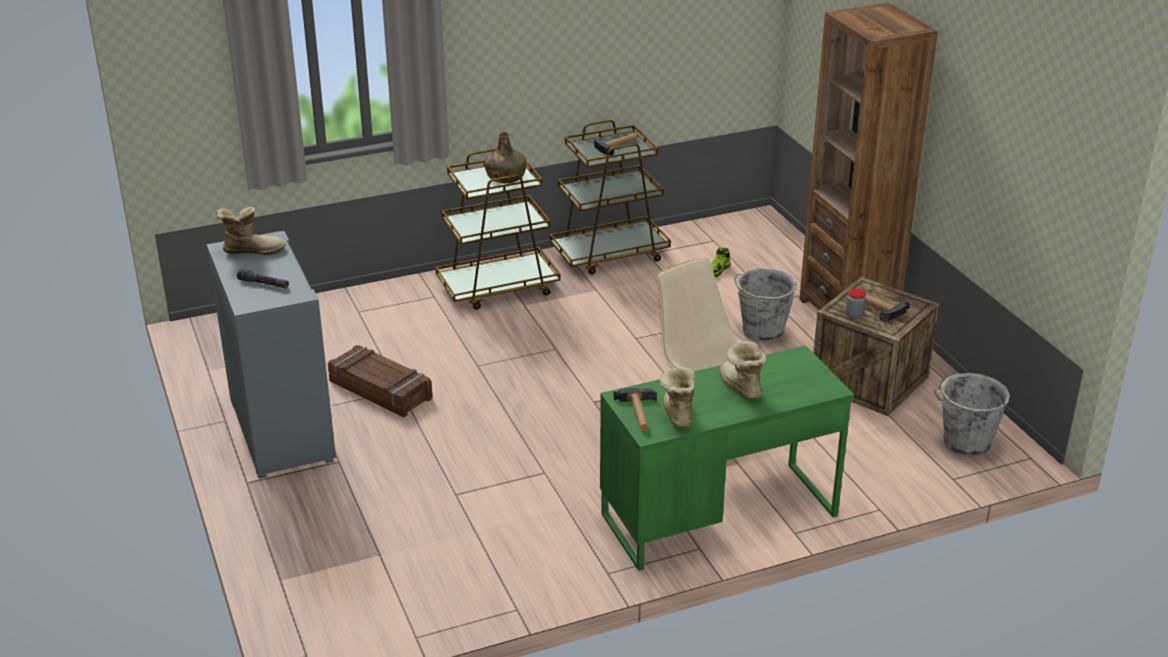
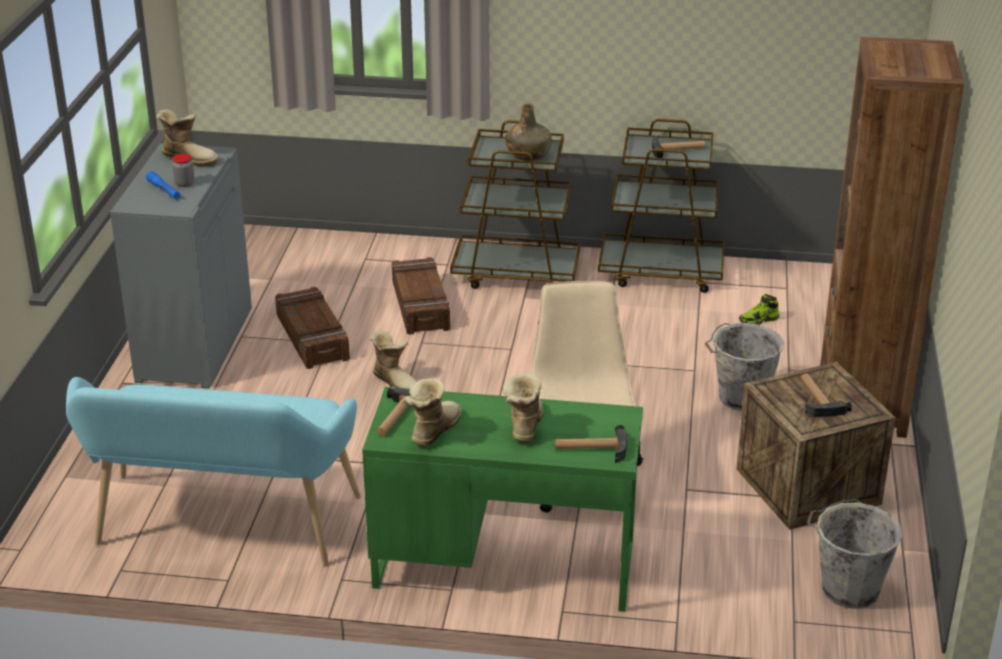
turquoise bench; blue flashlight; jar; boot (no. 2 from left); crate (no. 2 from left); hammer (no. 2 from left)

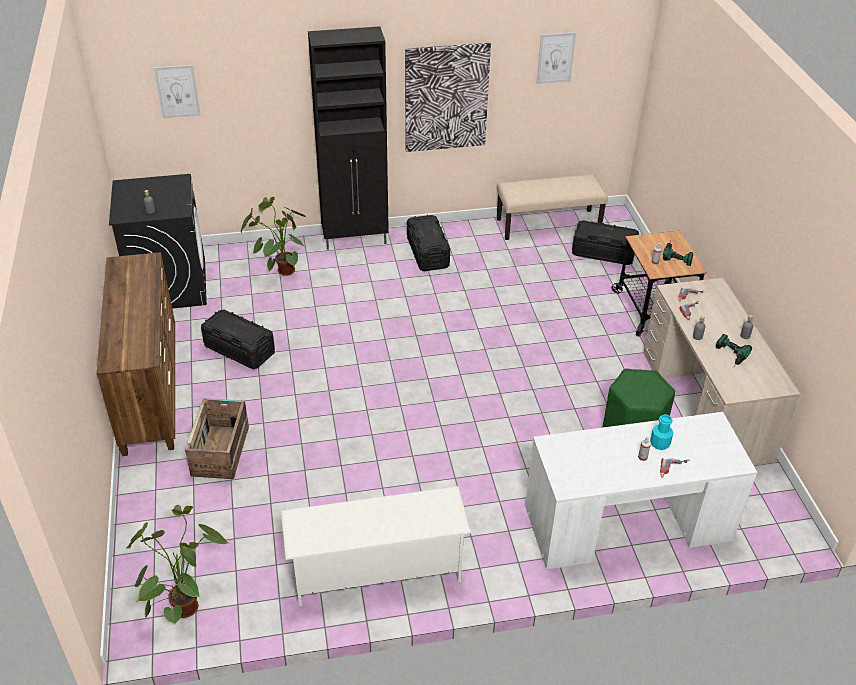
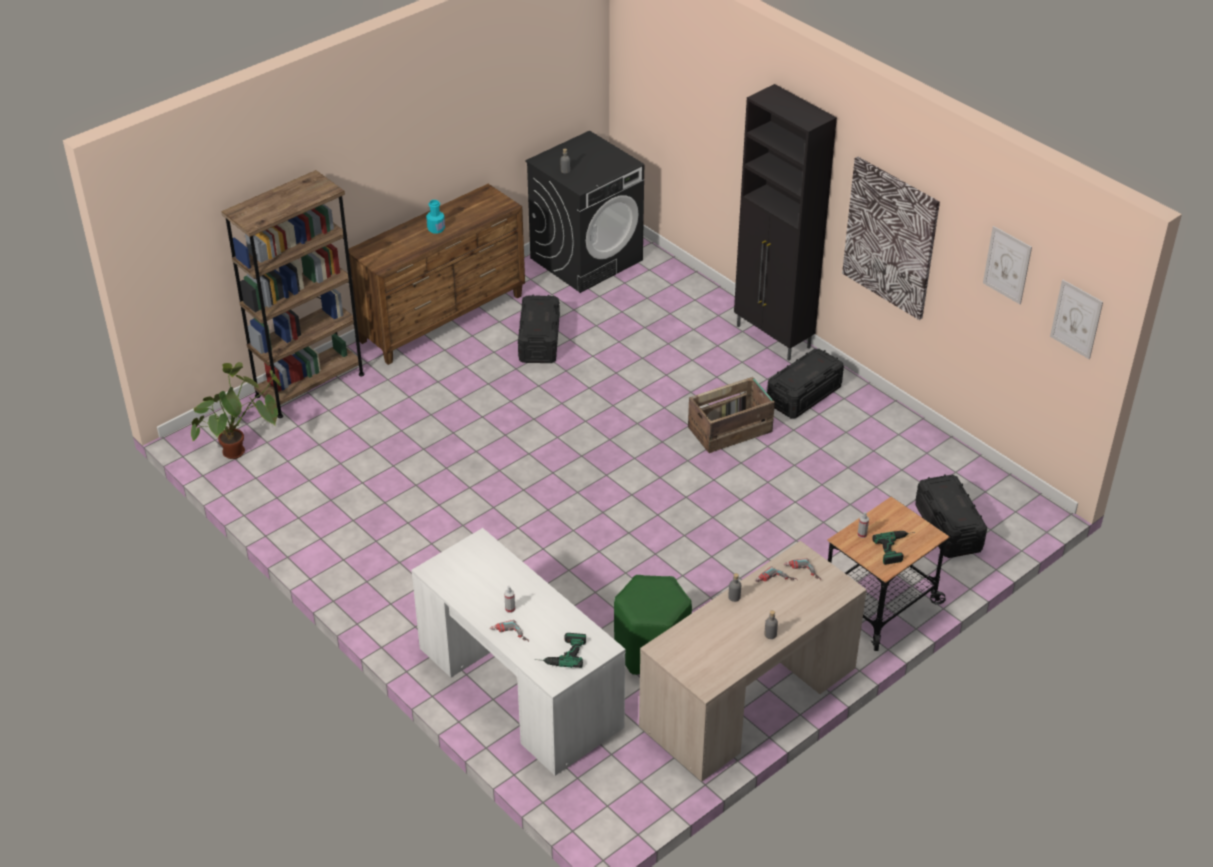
brown bookcase; turquoise bottle; power drill (no. 2 from left); crate; picture (no. 3 from left); potted plant (no. 2 from left in the first image); white shoe rack; beige bench

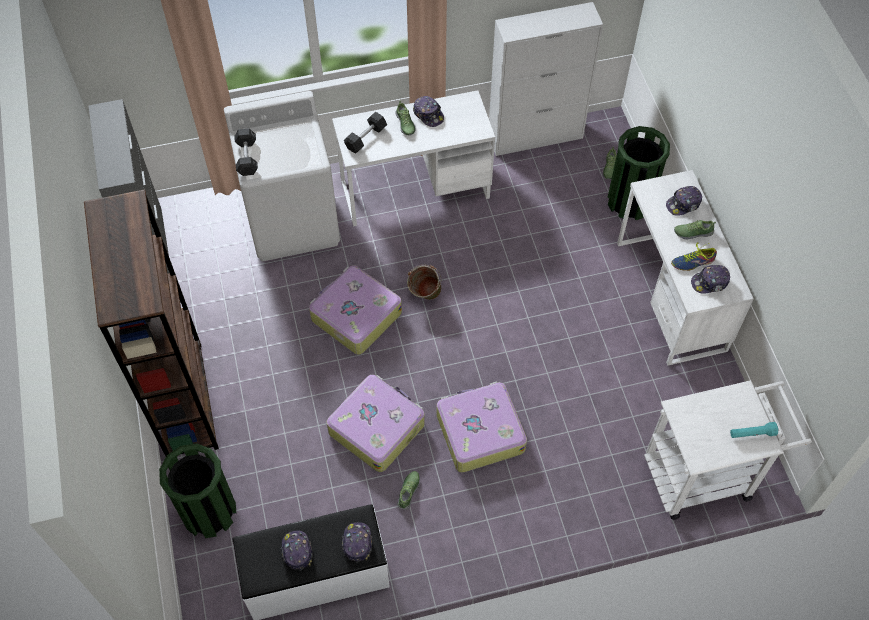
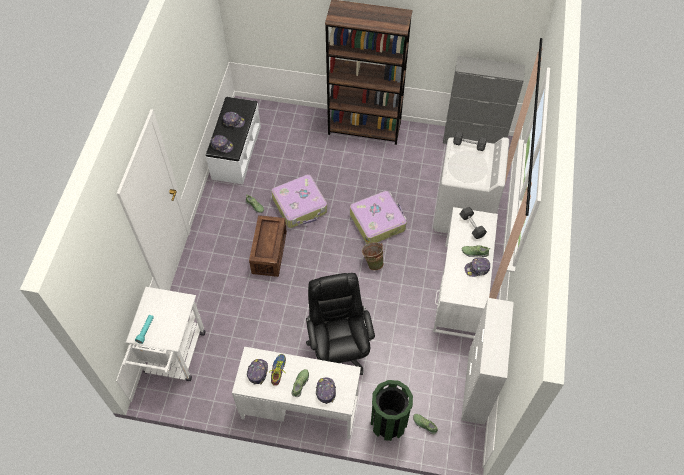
crate; black office chair; green trash can (no. 1 from left in the first image)

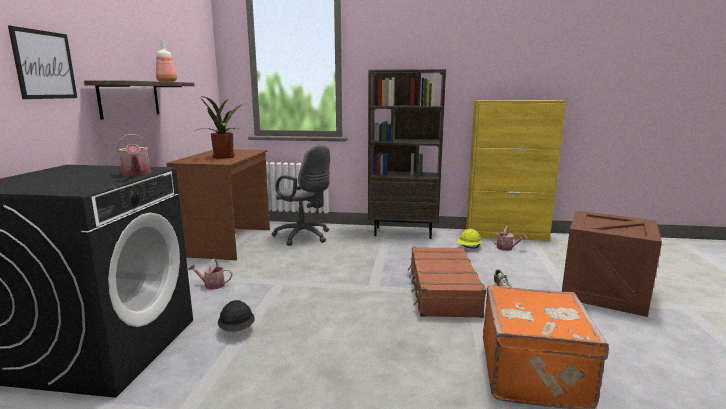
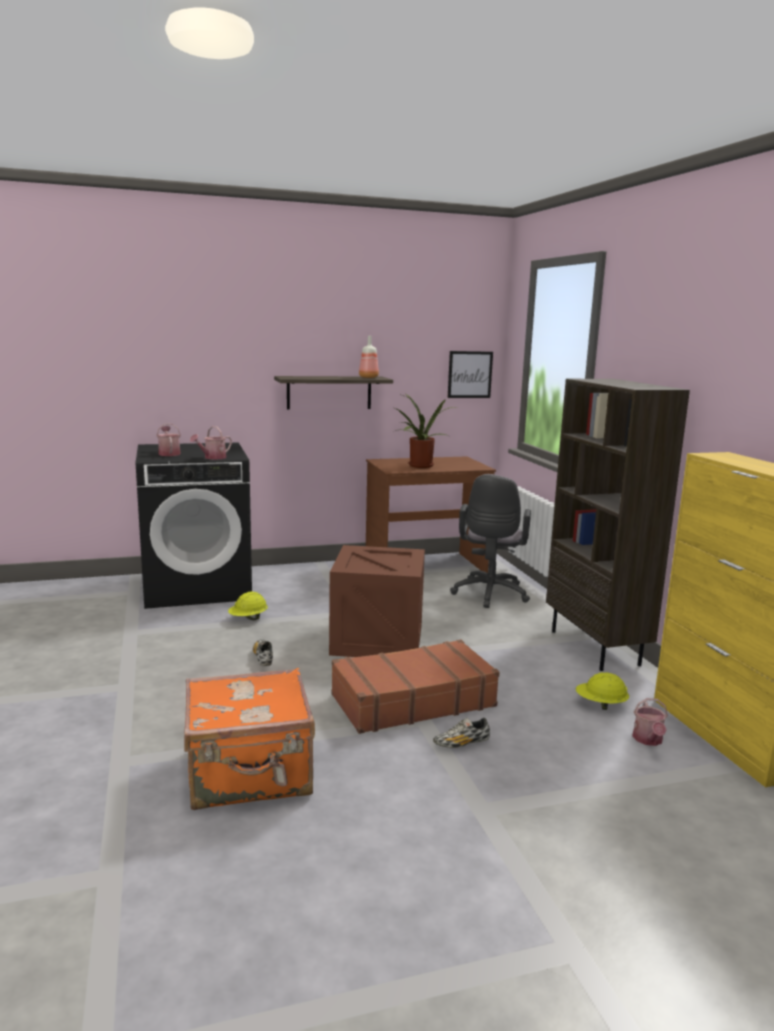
watering can (no. 1 from left); yellow hard hat (no. 1 from left); shoe (no. 1 from left); crate; picture

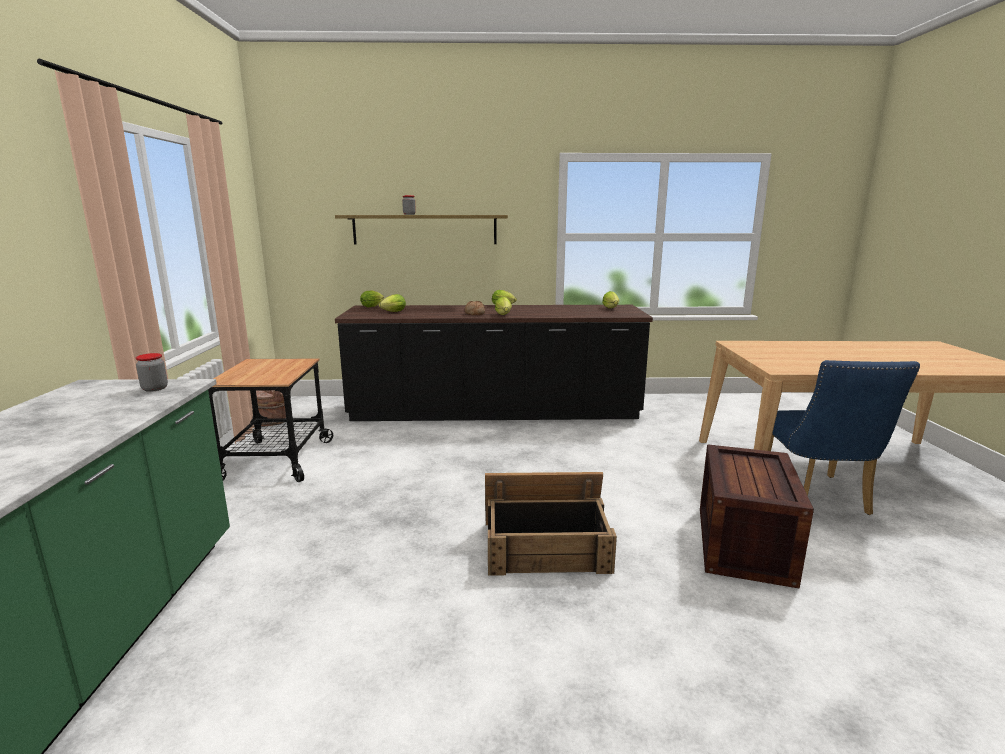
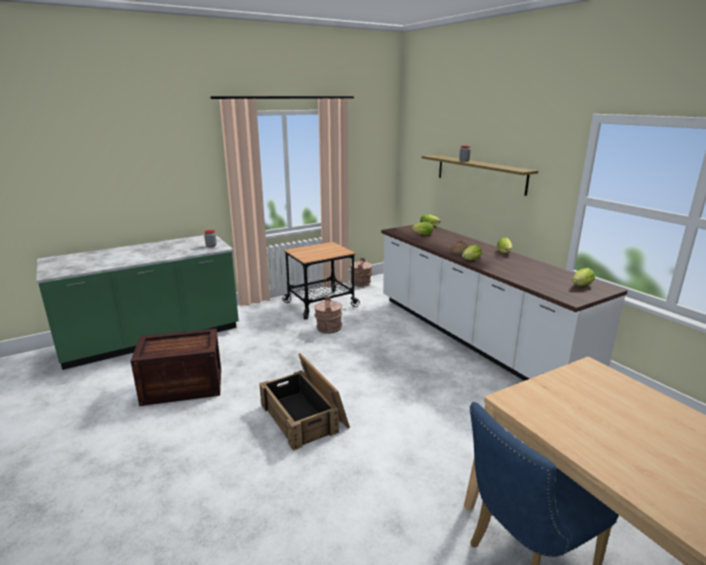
crate (no. 1 from left); brown bucket (no. 1 from left); white counter

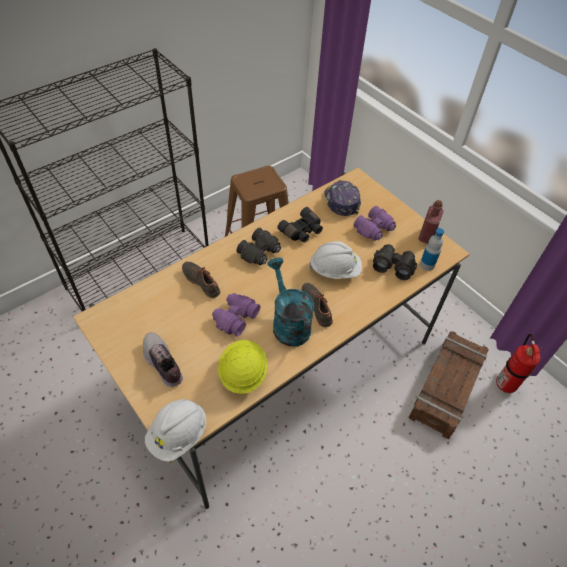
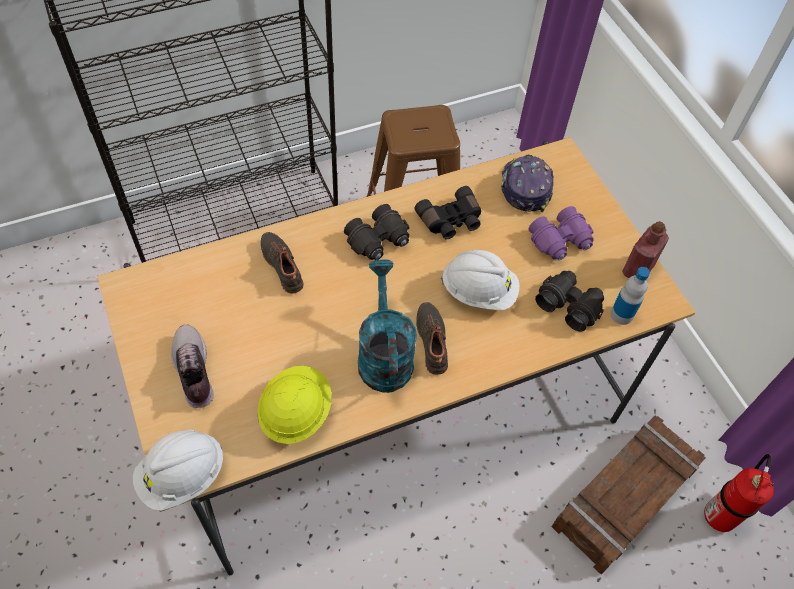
purple binoculars (no. 1 from left in the first image)

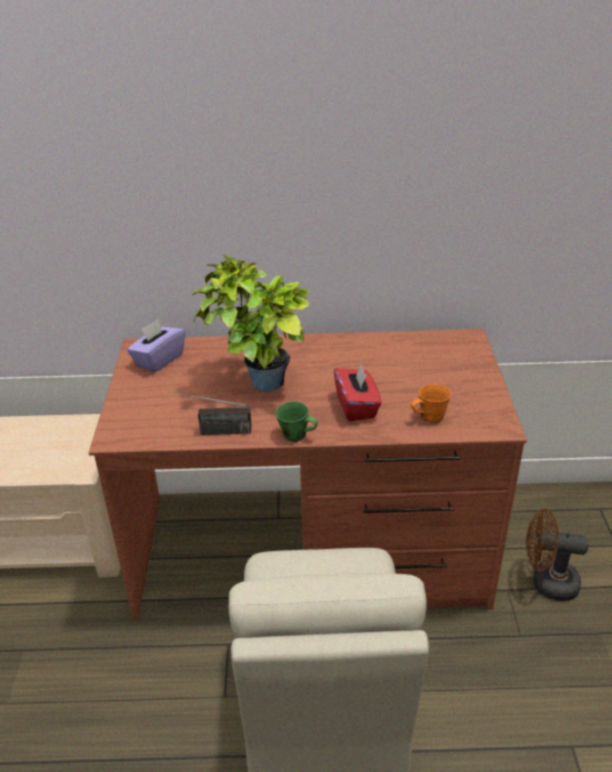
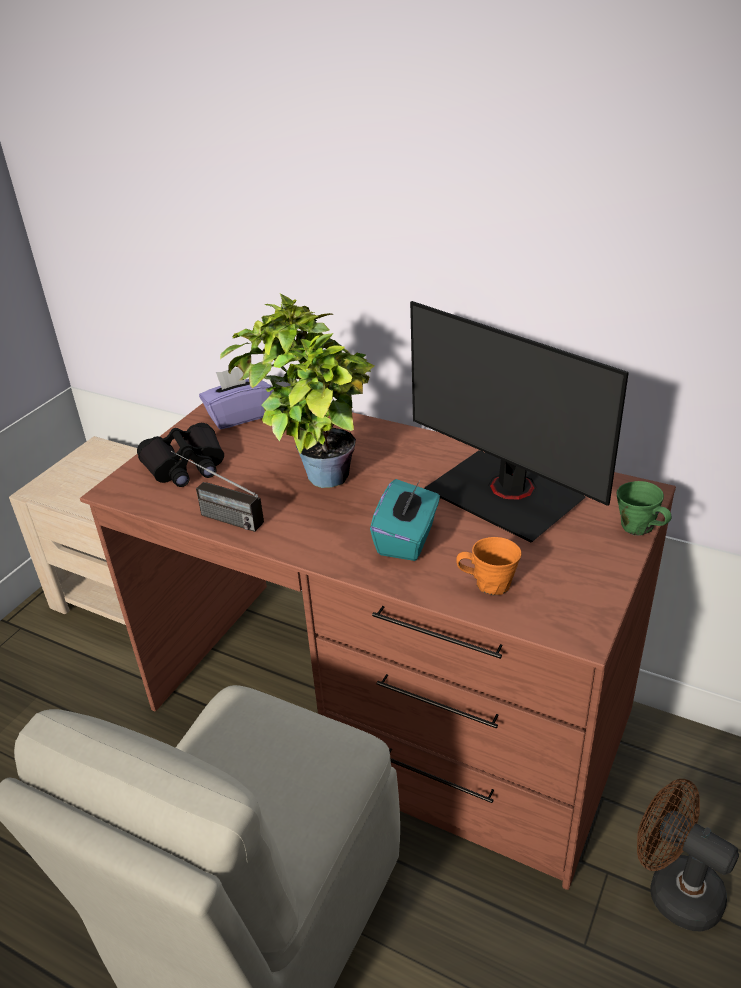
black binoculars; turquoise tissue box; monitor; green mug

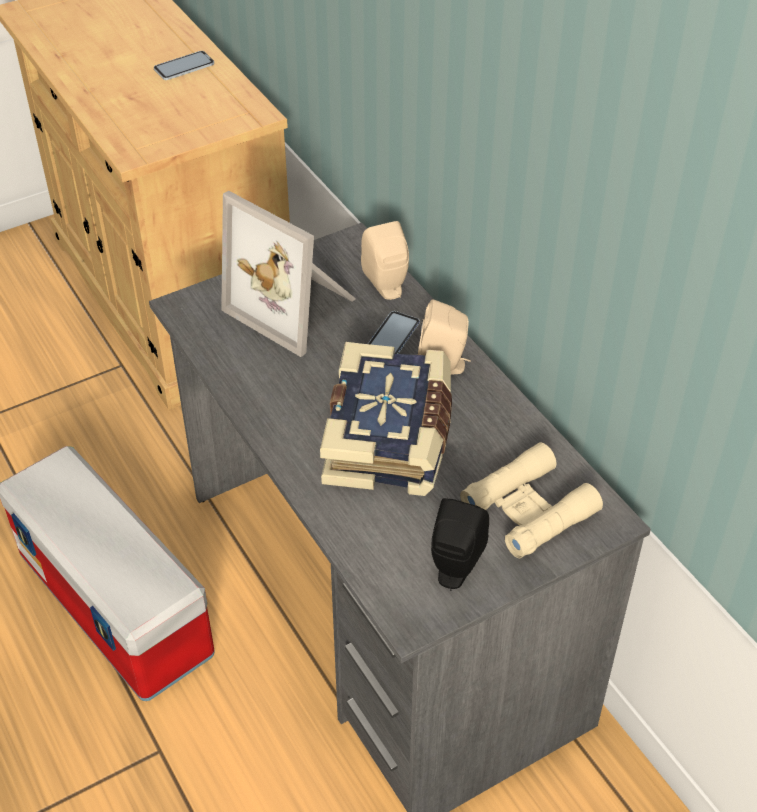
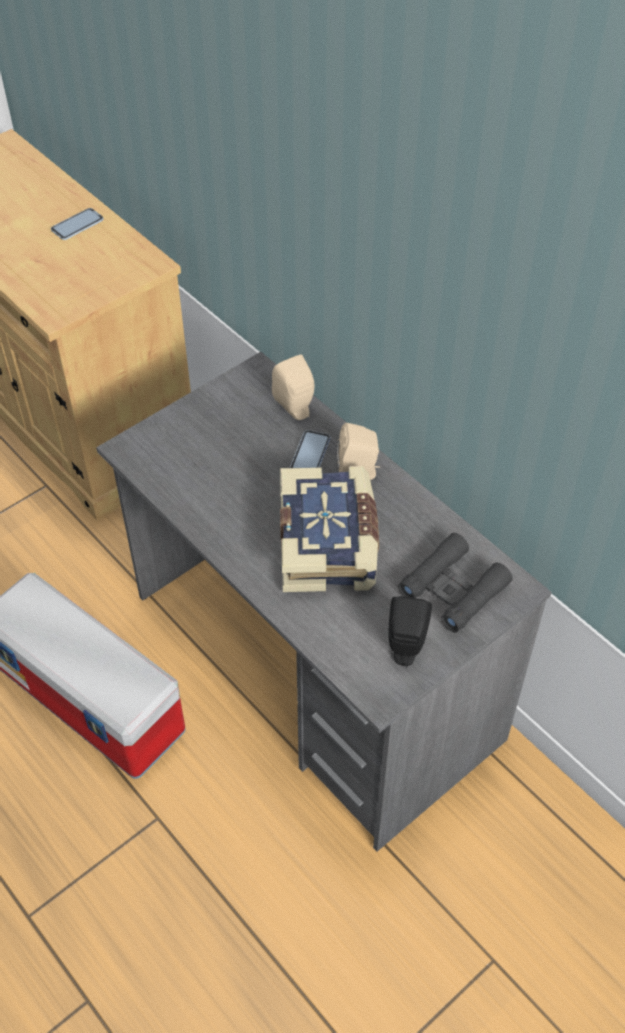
black binoculars; picture frame

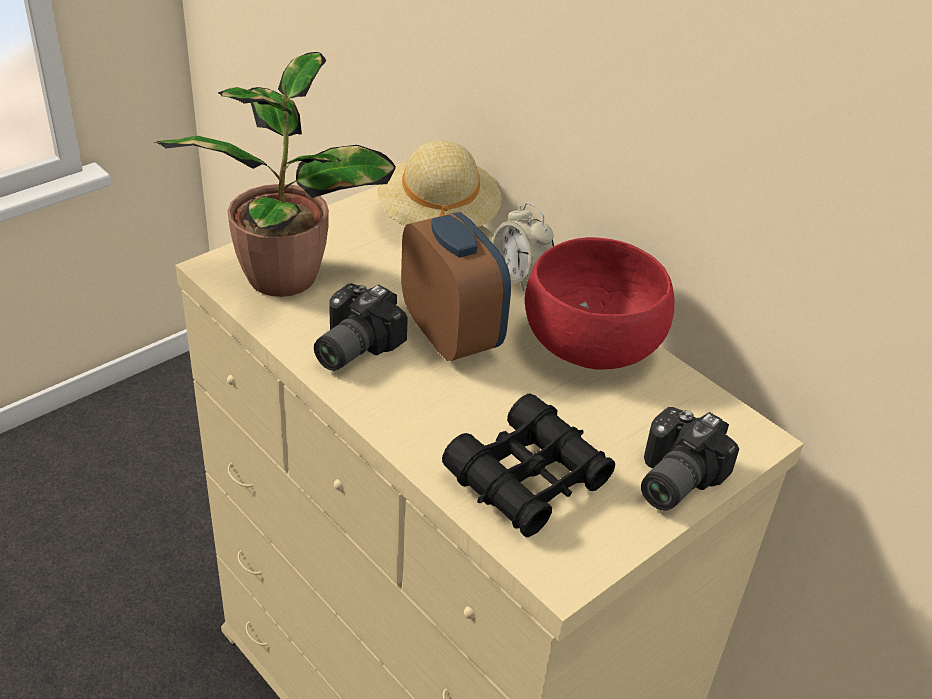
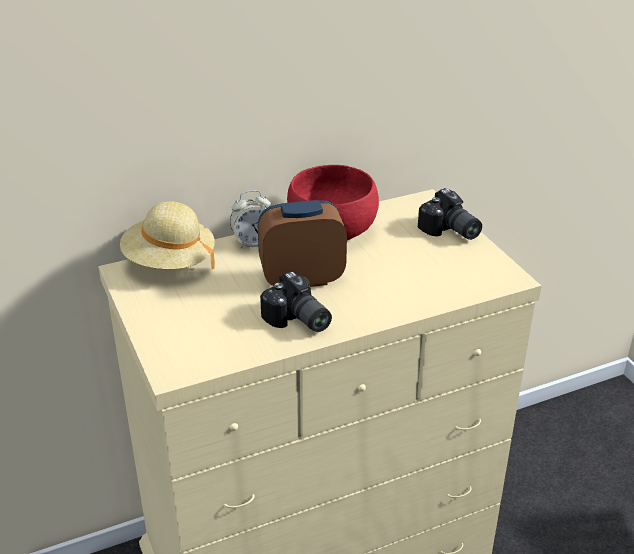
potted plant; black binoculars

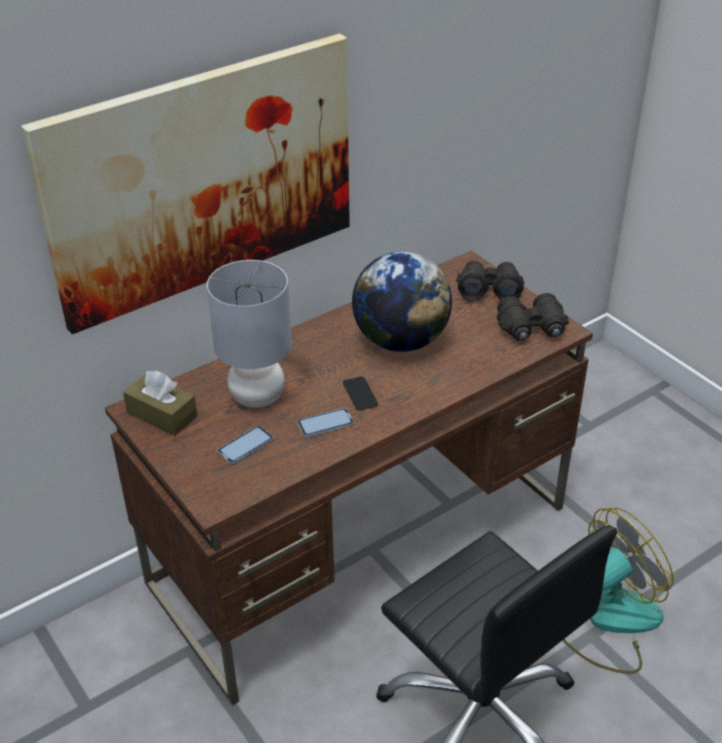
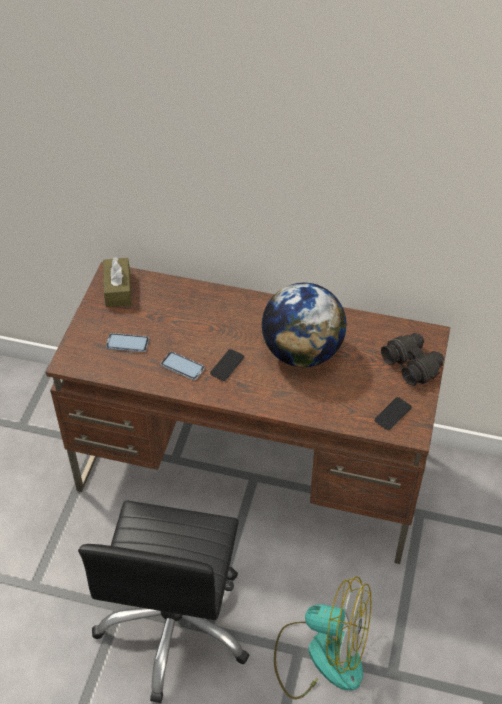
phone (no. 4 from left); picture; grey table lamp

